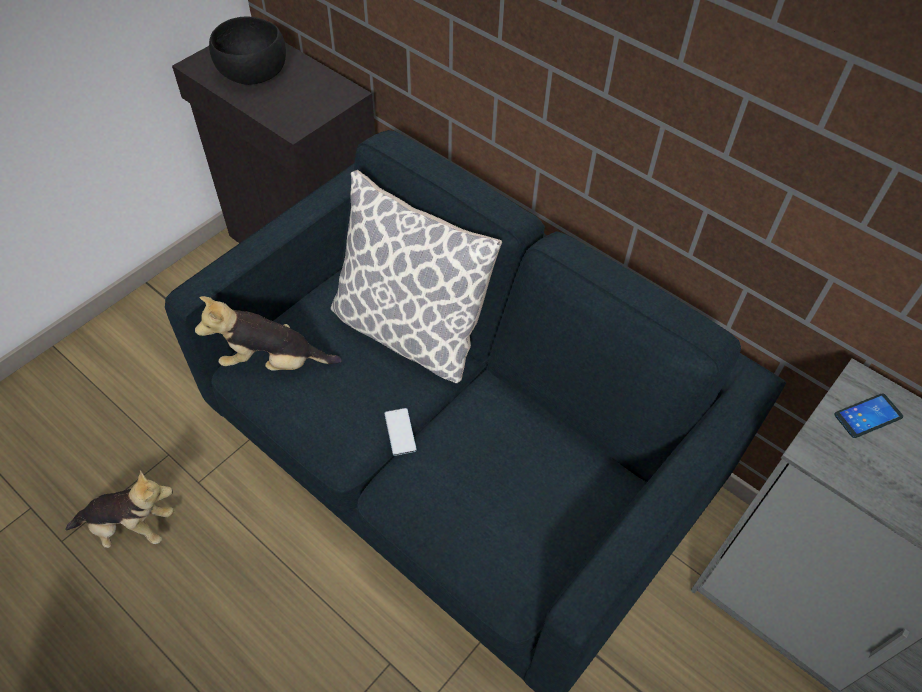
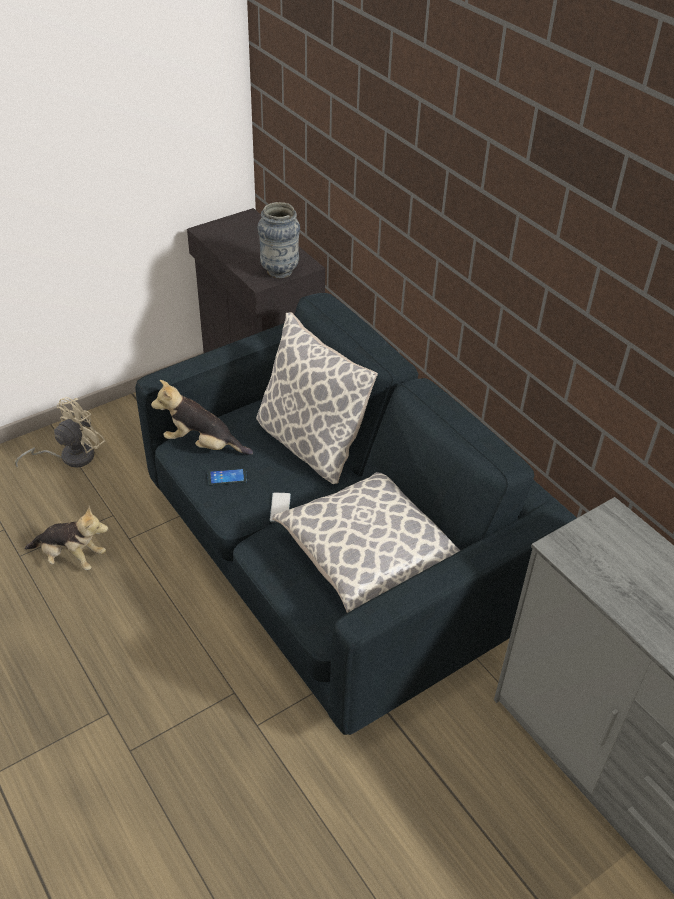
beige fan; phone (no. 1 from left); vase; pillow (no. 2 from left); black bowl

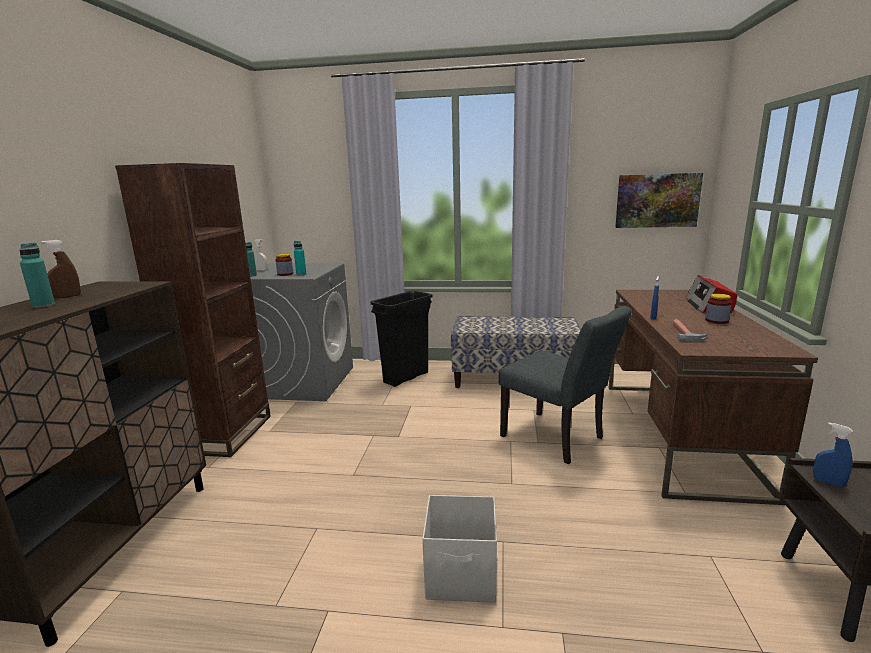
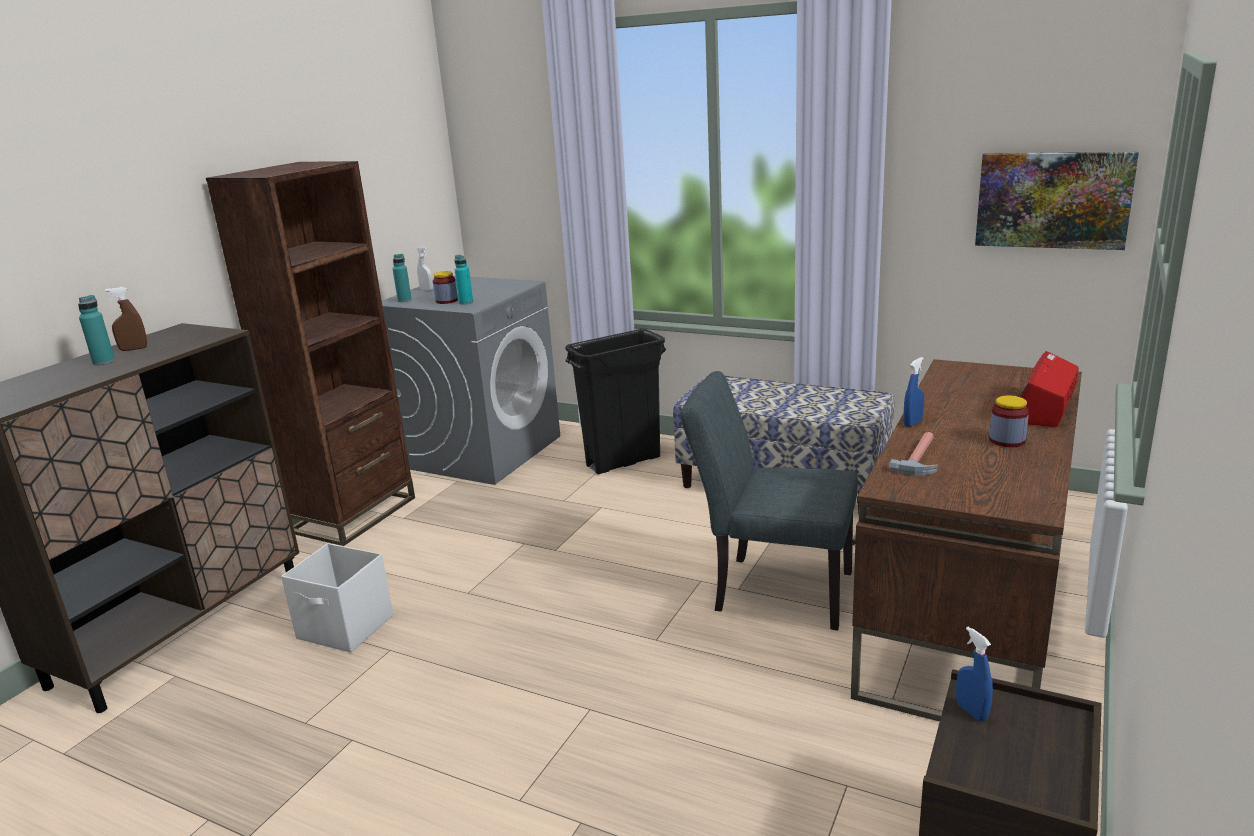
white storage box; grey chair

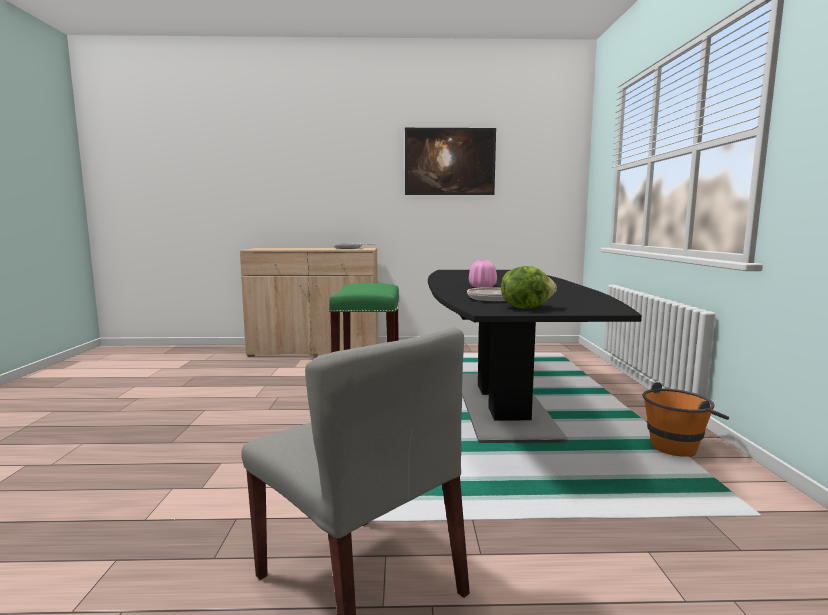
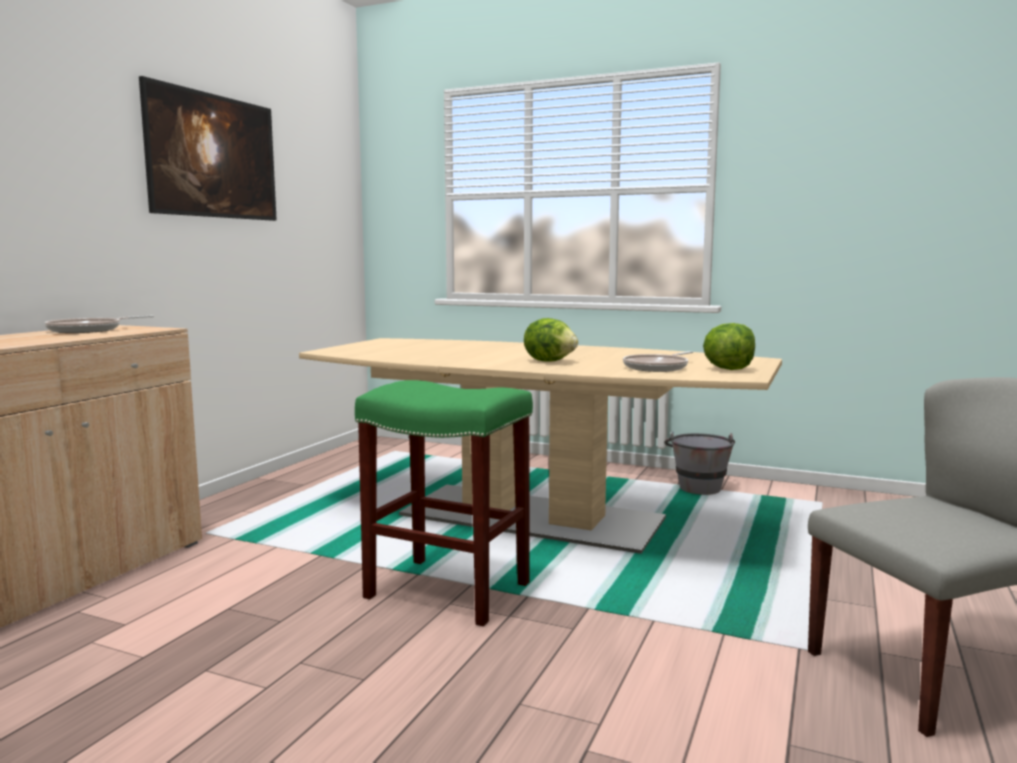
beige dining table; lettuce (no. 1 from left); grey bucket

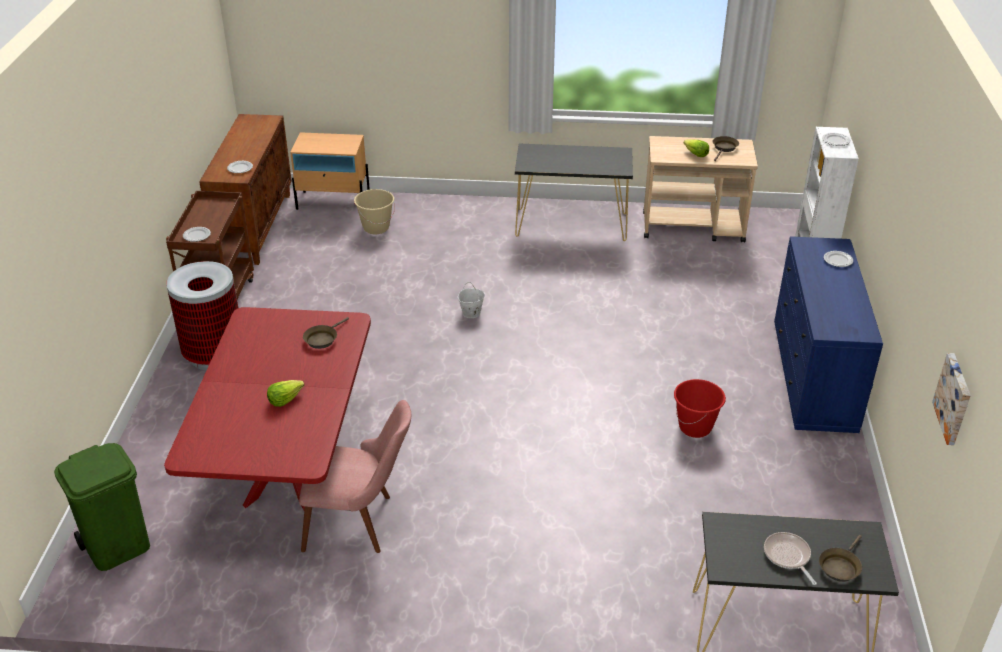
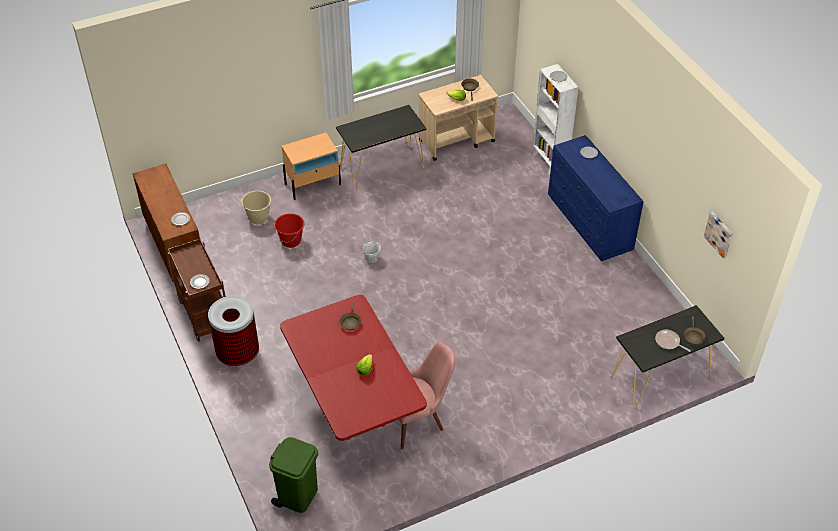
red bucket; beige nightstand

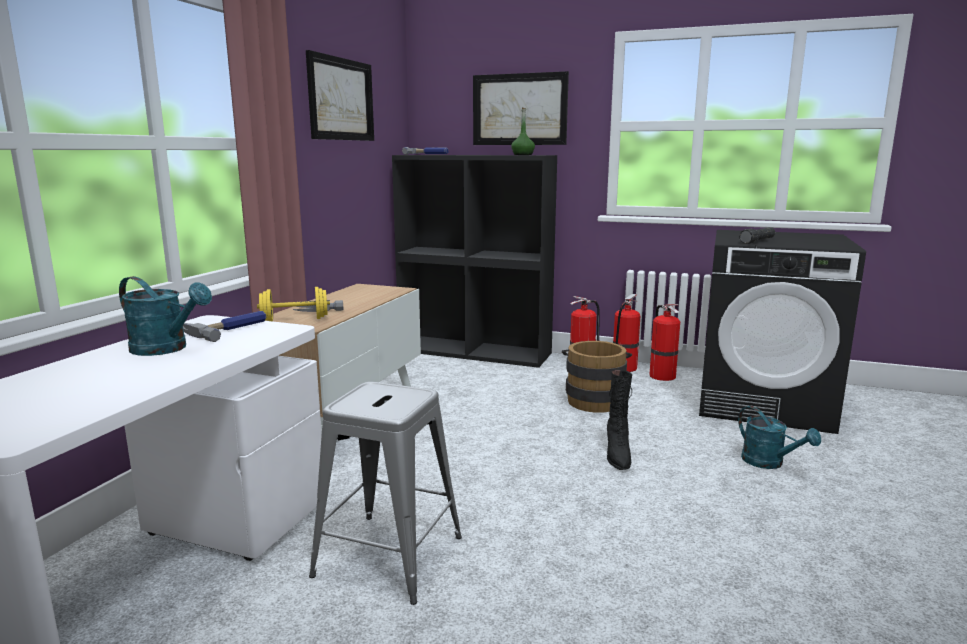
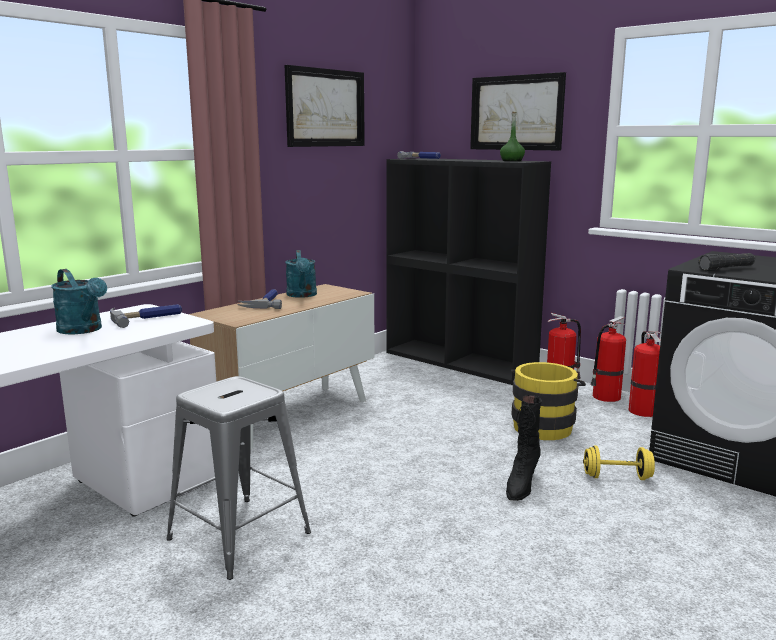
turquoise watering can (no. 2 from left); yellow bucket; yellow dumbbell

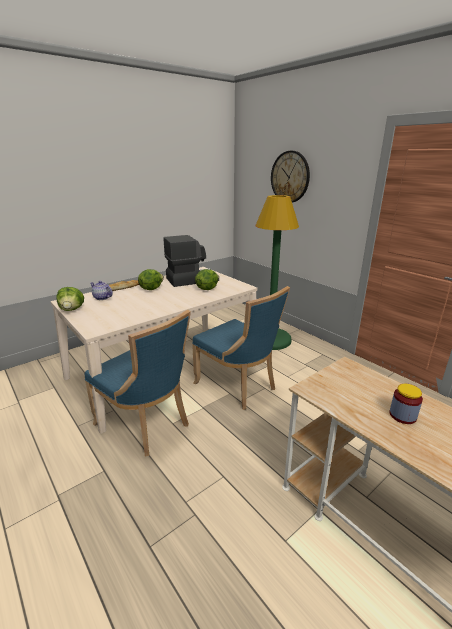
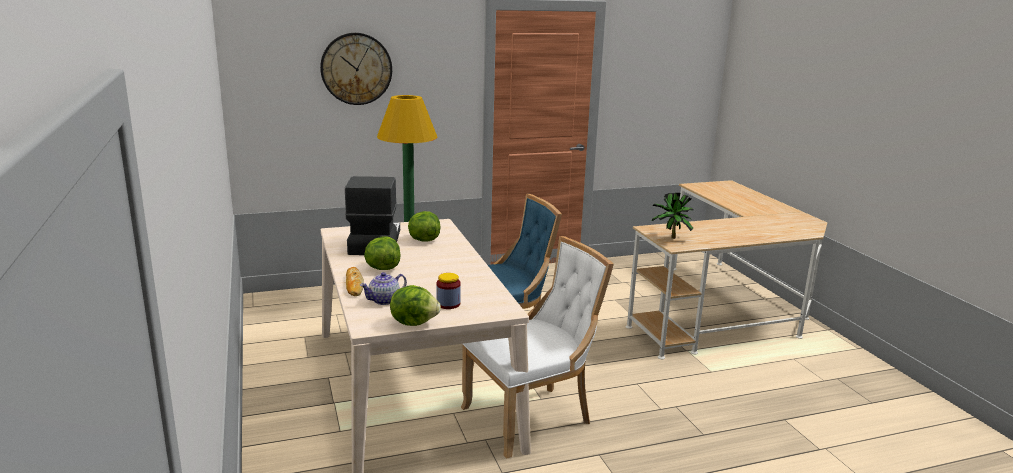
jar; white chair; potted plant

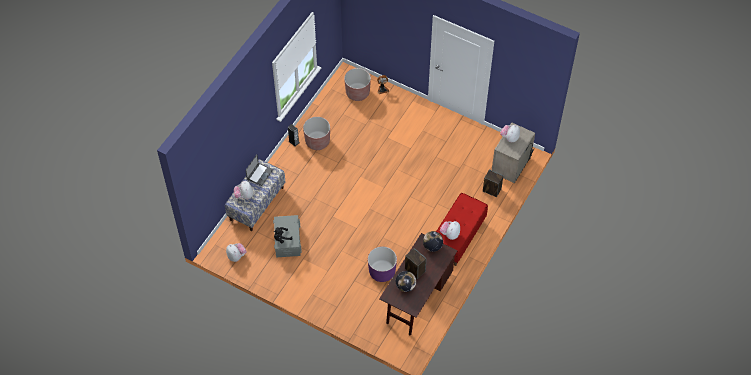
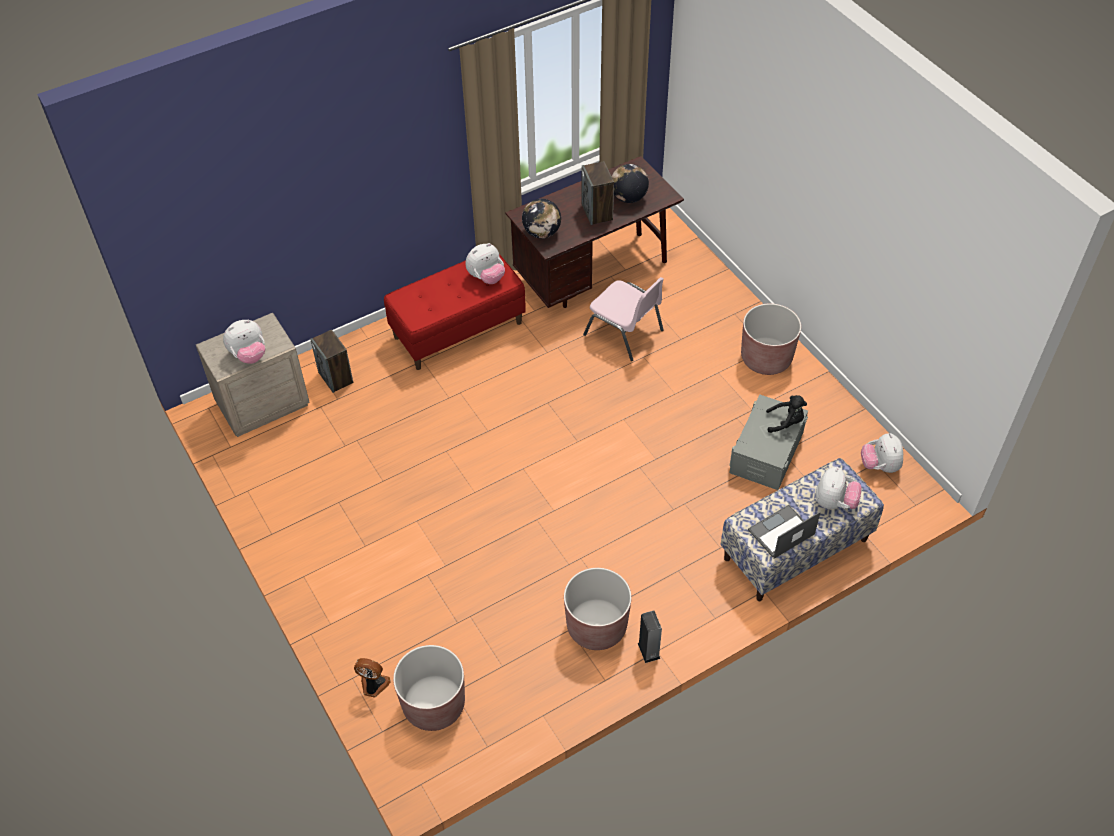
pink chair; brown planter (no. 3 from left)

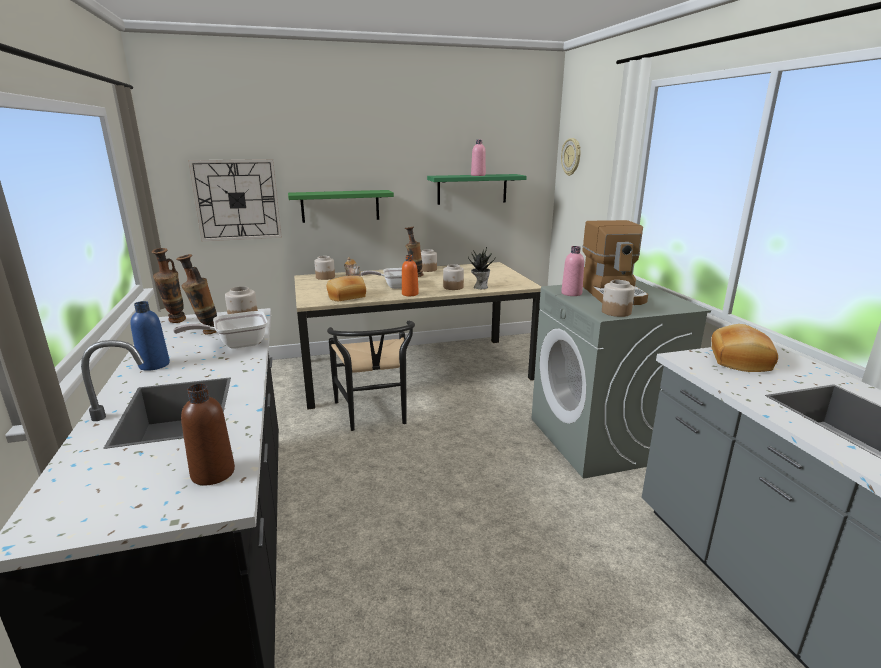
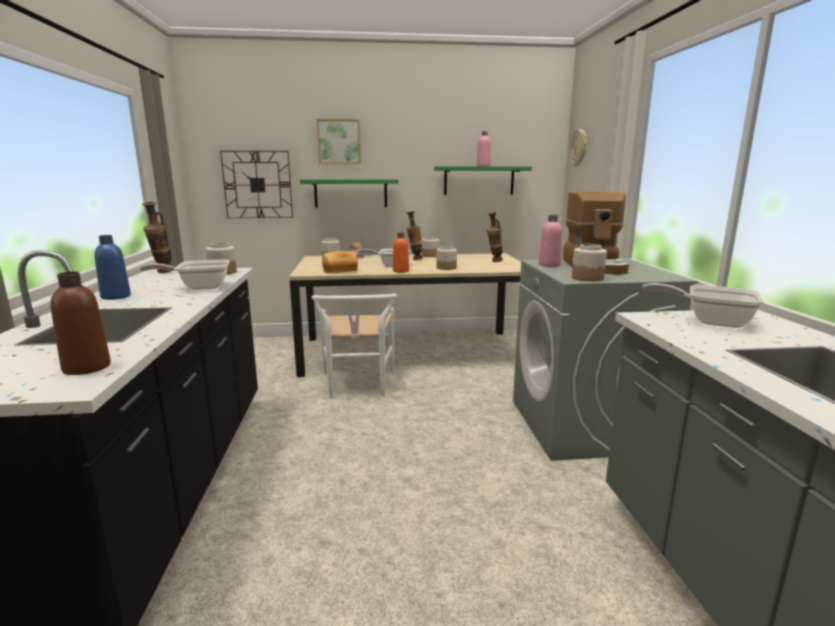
white chair; picture; vase (no. 3 from left); frying pan (no. 3 from left); potted plant

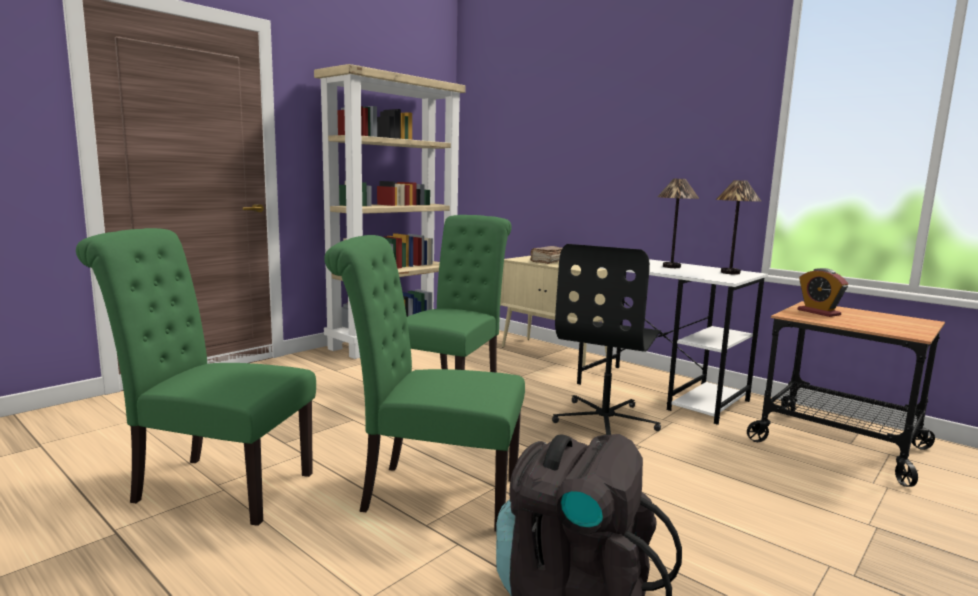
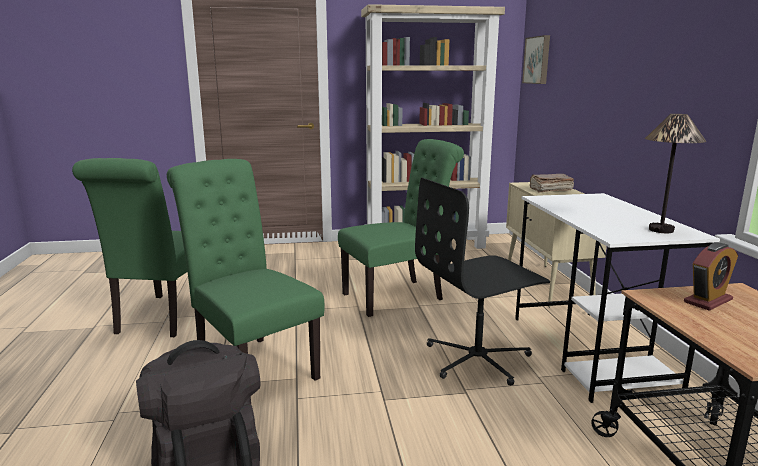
green chair (no. 1 from left); picture; alarm clock; table lamp (no. 1 from left in the first image)

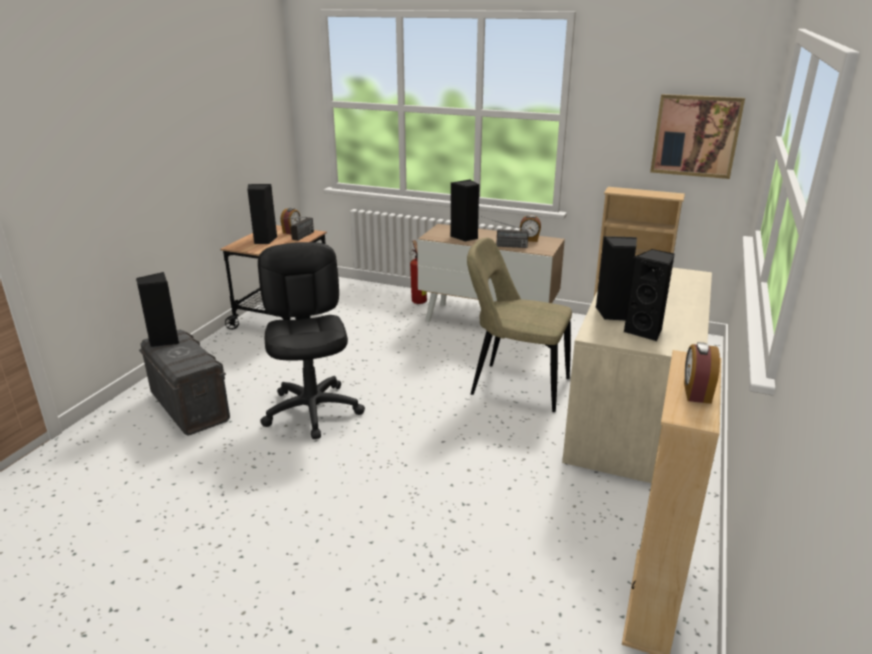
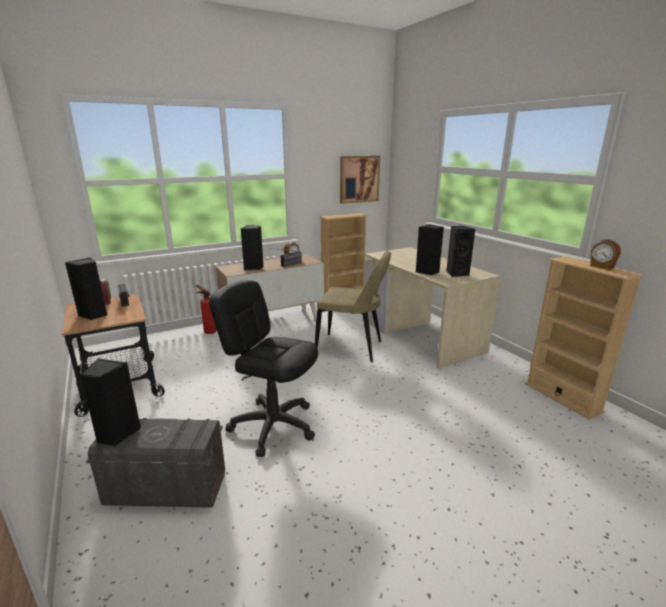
beige chair

